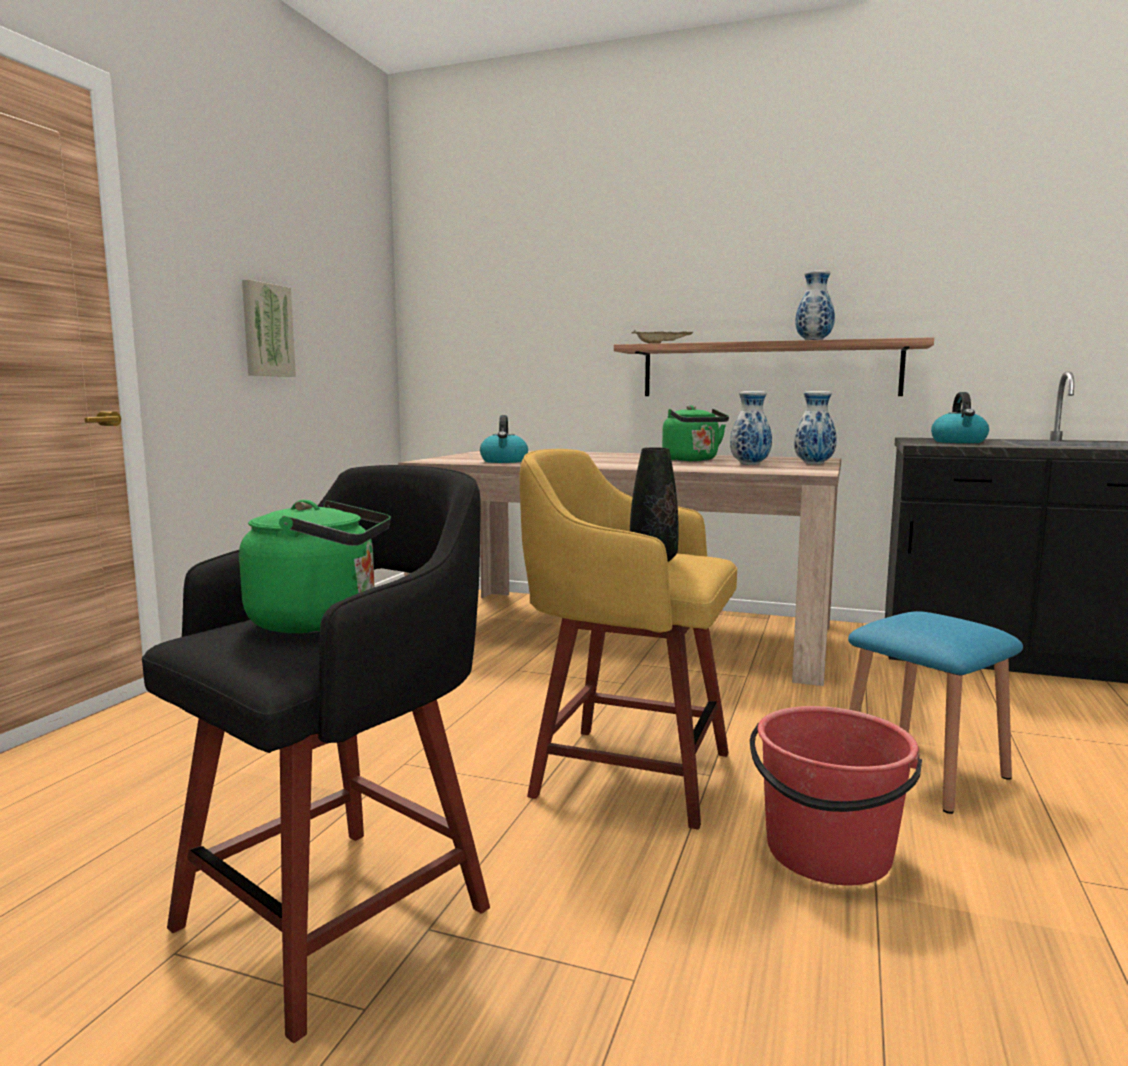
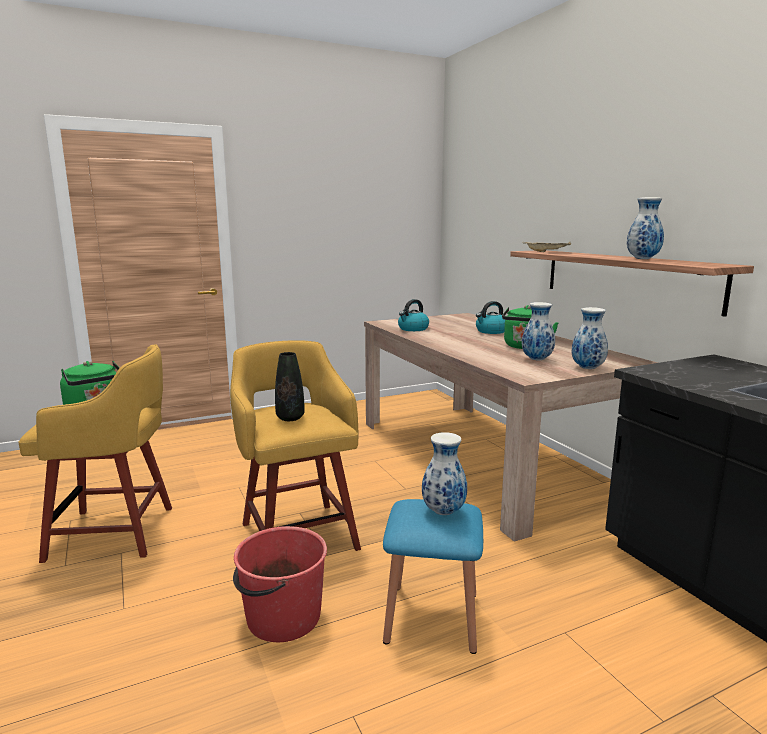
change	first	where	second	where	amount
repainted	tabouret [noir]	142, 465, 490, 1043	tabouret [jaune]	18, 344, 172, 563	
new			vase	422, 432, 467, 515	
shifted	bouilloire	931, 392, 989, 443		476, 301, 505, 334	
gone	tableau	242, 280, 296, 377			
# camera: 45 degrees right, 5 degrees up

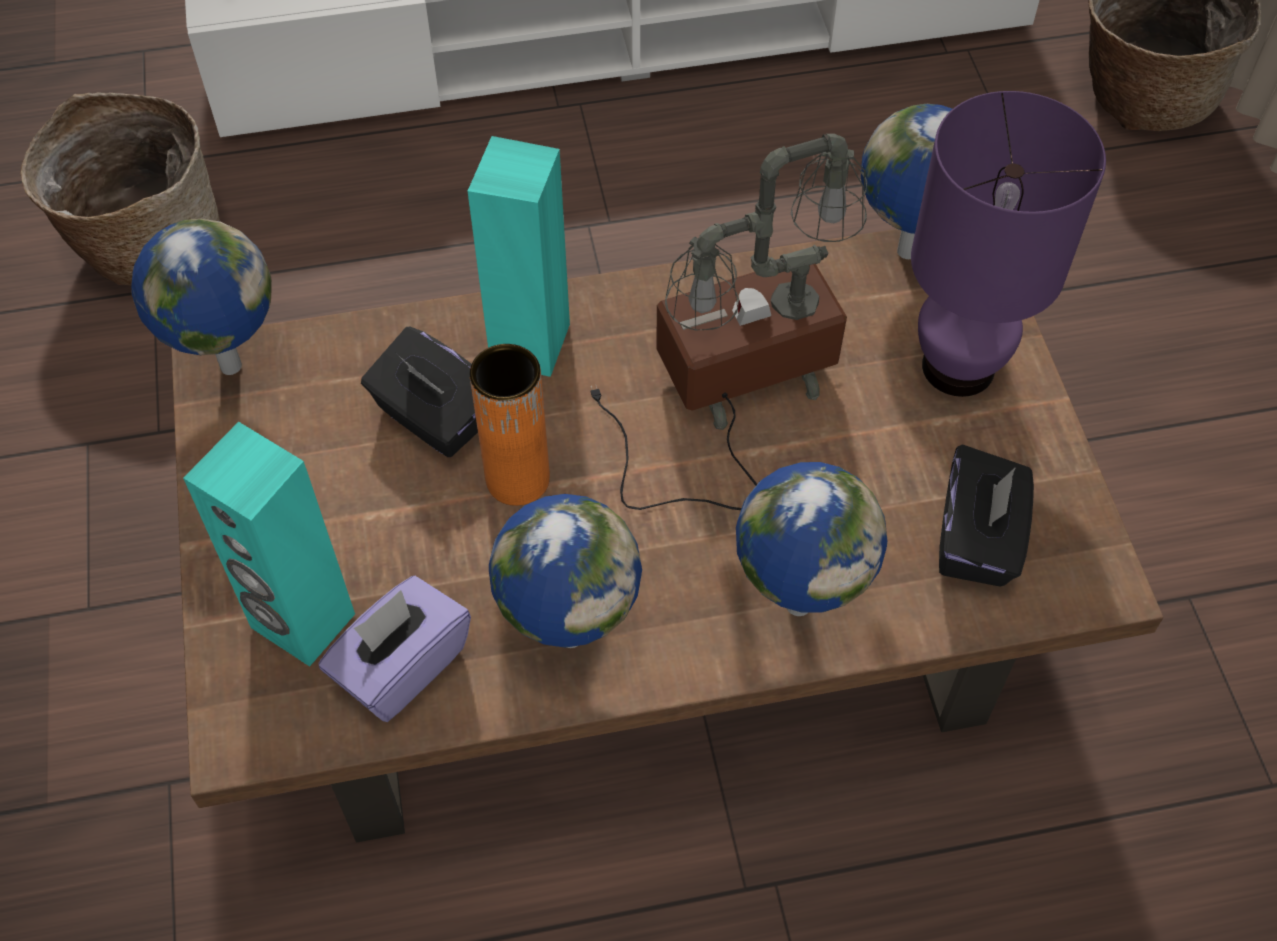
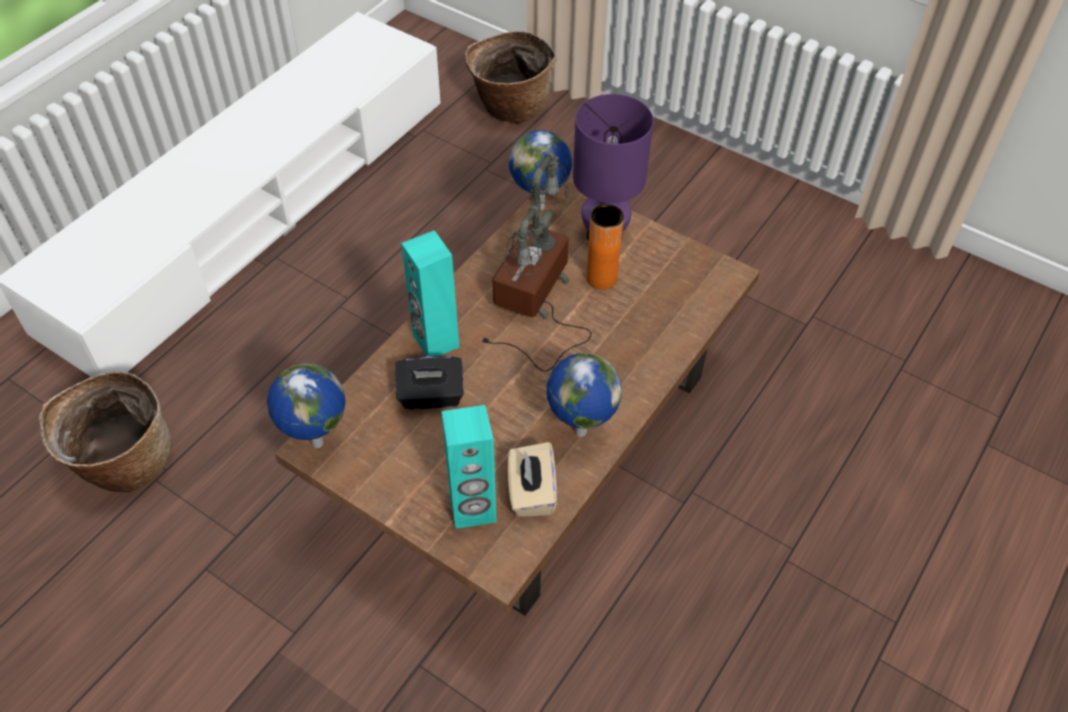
change	first	where	second	where	amount
repainted	boîte à mouchoirs [violet]	319, 576, 471, 722	boîte à mouchoirs [beige]	508, 442, 557, 517	
shifted	vase [orange]	469, 344, 550, 506		586, 204, 624, 289	
gone	globe	736, 462, 887, 616			
gone	boîte à mouchoirs [noir]	939, 444, 1034, 587			
# camera: 45 degrees left, 5 degrees down

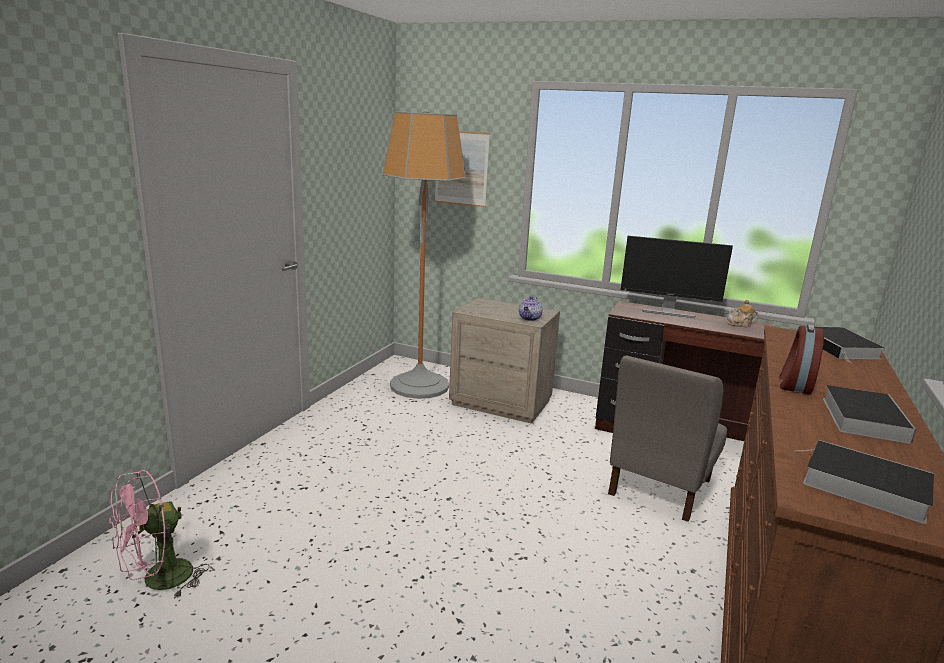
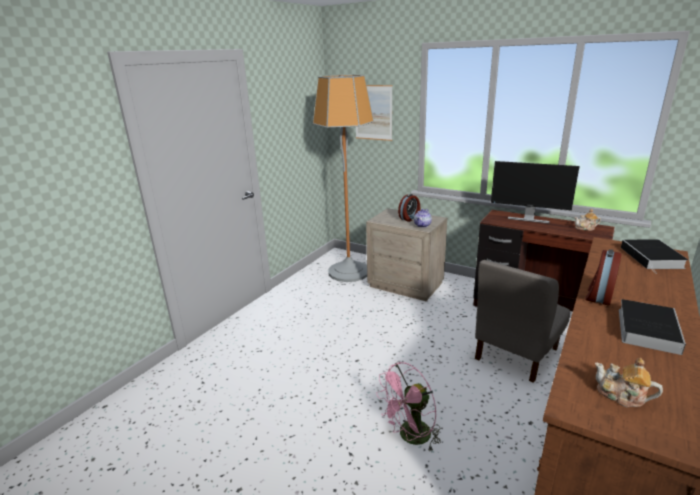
change	first	where	second	where	amount
shifted	ventilateur [rose]	109, 470, 210, 599		376, 362, 441, 451	
new			réveil	398, 194, 421, 222	
swapped	livre	794, 440, 934, 524	théière	595, 358, 663, 408	
# camera: 10 degrees right, 5 degrees up

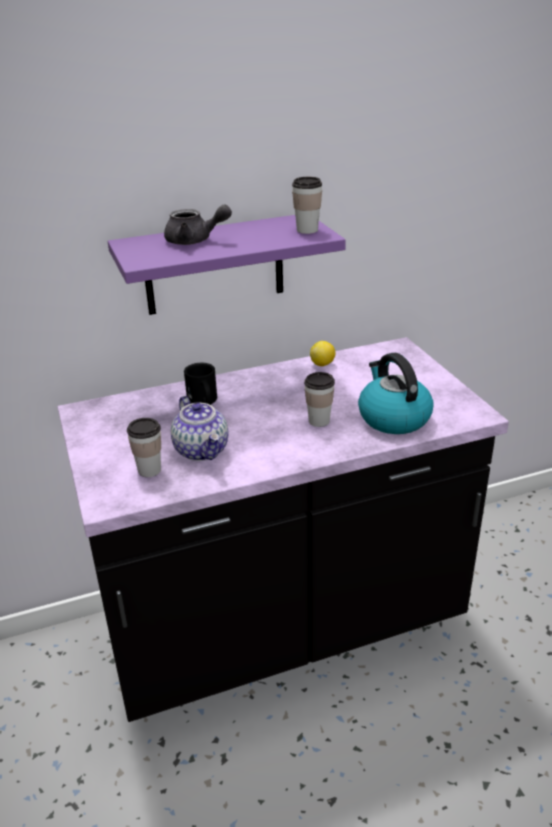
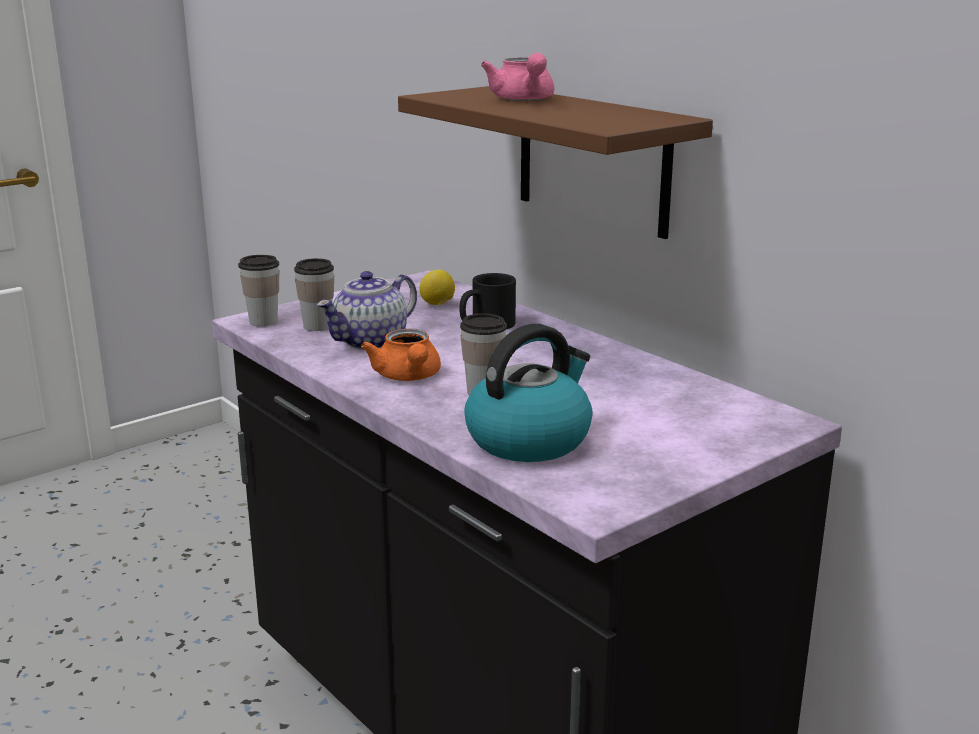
change	first	where	second	where	amount
shifted	tasse	292, 177, 322, 234		238, 255, 279, 327	
new			théière [orange]	361, 329, 441, 381	
repainted	étagère [violet]	108, 215, 346, 315	étagère [marron]	398, 86, 713, 239	
shifted	citron	310, 341, 335, 366		419, 270, 455, 305	
repainted	théière [gris]	164, 204, 232, 245	théière [rose]	481, 53, 554, 101	
# camera: 70 degrees right, 10 degrees down

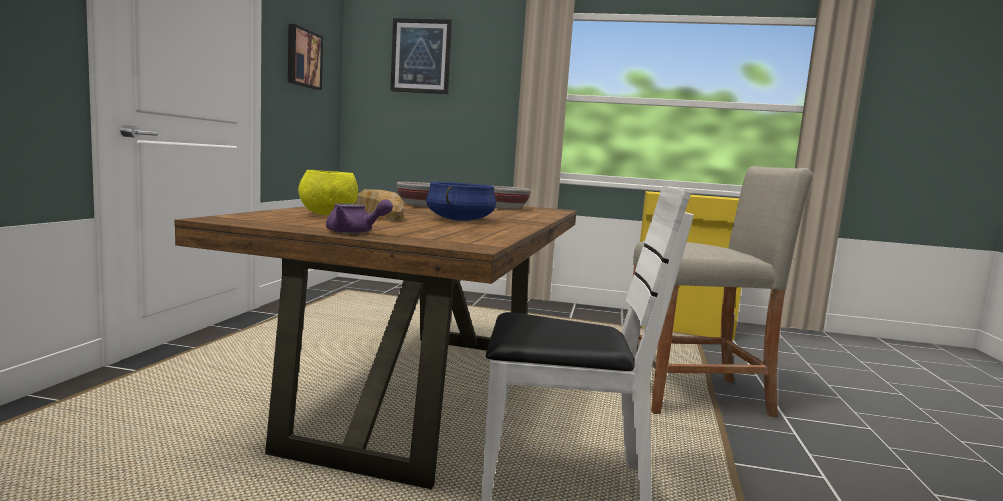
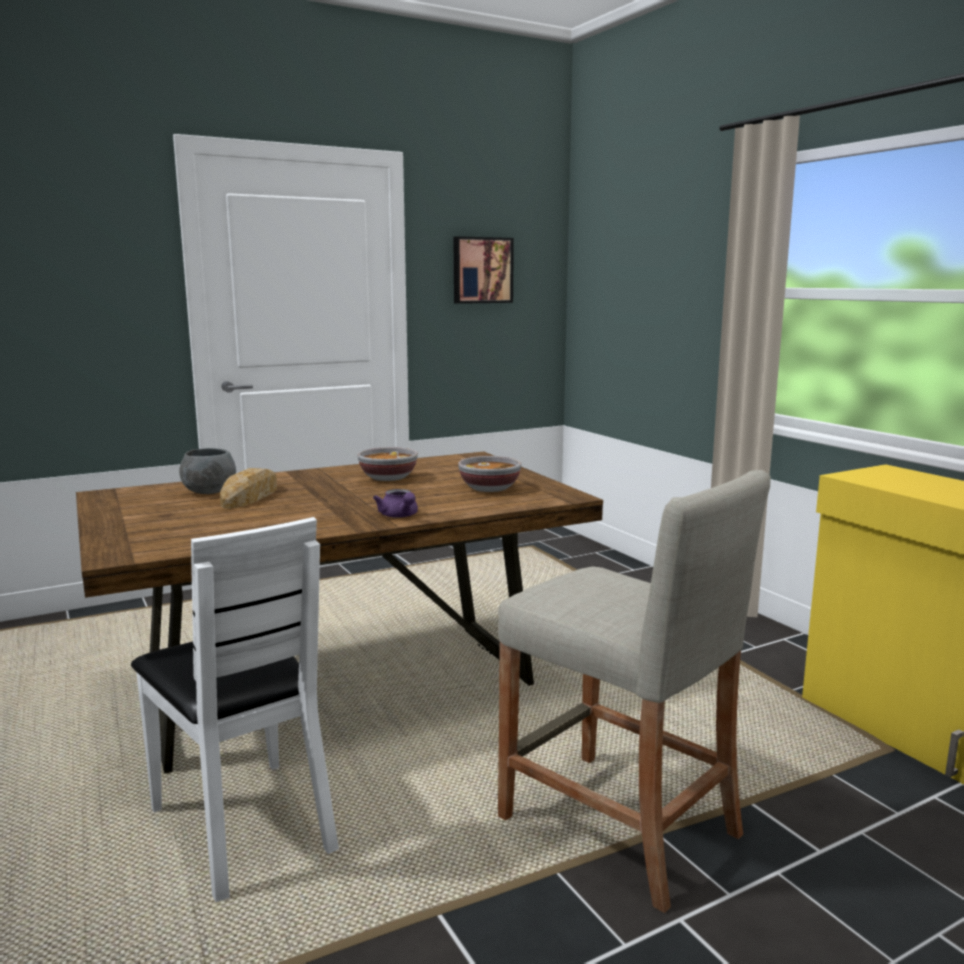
change	first	where	second	where	amount
repainted	bol [jaune]	298, 170, 358, 215	bol [gris]	179, 448, 236, 494	
shifted	théière [violet]	326, 199, 393, 234		373, 489, 418, 518	
gone	tableau	390, 18, 452, 94			
gone	marmite [bleu]	426, 182, 496, 221			
# camera: 50 degrees right, 5 degrees up

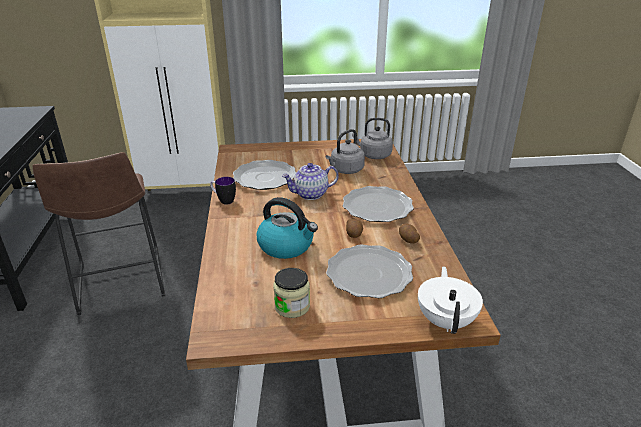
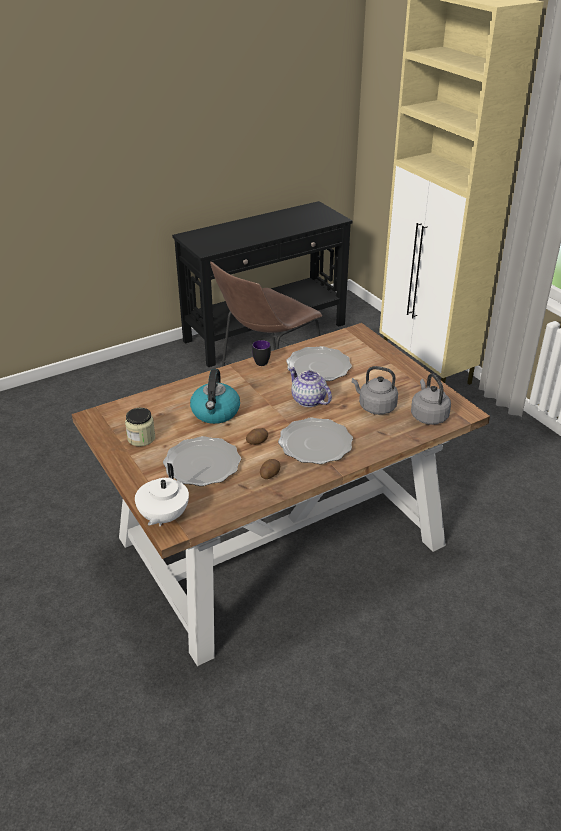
change	first	where	second	where	amount
rotated	théière [blanc]	418, 266, 483, 334		135, 463, 189, 527	120 degrees clockwise
# camera: 65 degrees right, 5 degrees up

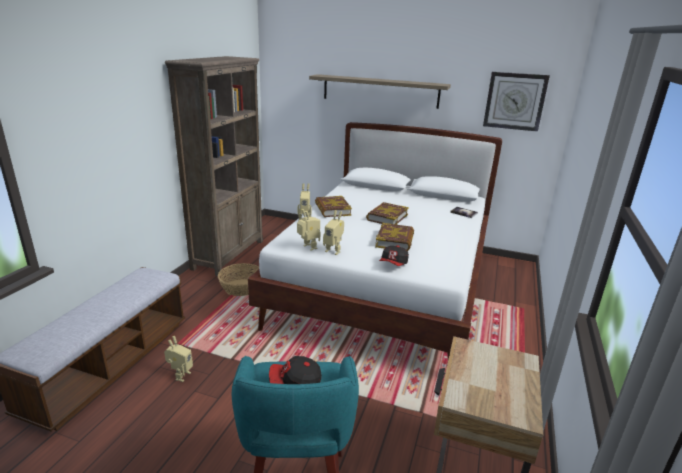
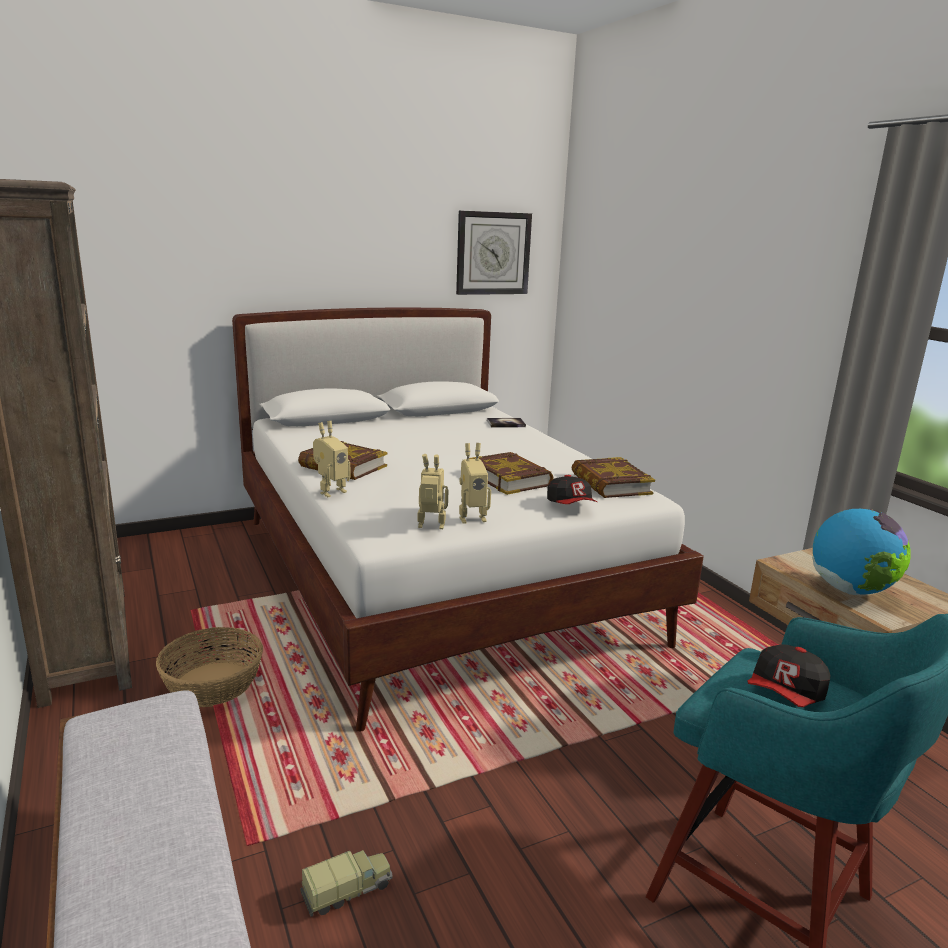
change	first	where	second	where	amount
swapped	robot jouet	164, 336, 193, 382	camion jouet	300, 850, 393, 917	
shifted	livre	366, 202, 409, 225		571, 457, 655, 498	
new			globe	812, 509, 911, 595	
gone	étagère	309, 74, 451, 109			
# camera: 45 degrees left, 5 degrees down

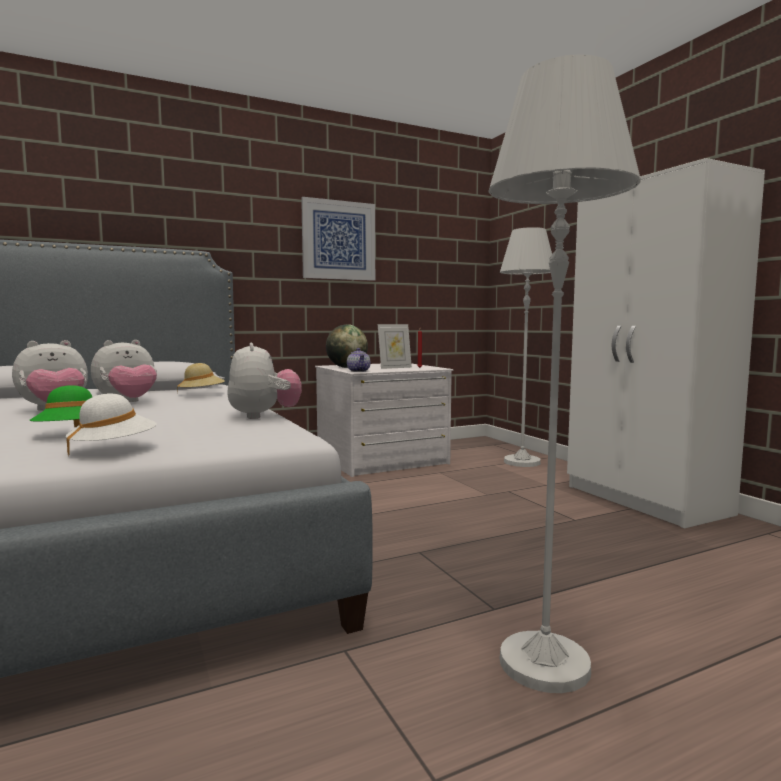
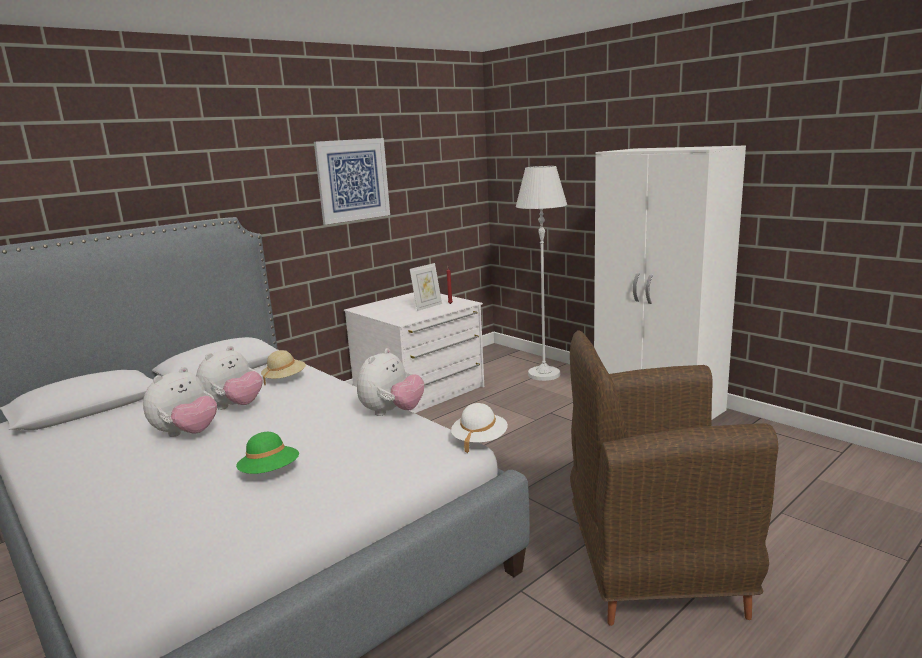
change	first	where	second	where	amount
rotated	peluche	227, 342, 302, 419		357, 348, 424, 416	60 degrees clockwise
shifted	chapeau [blanc]	66, 393, 157, 456		451, 403, 508, 453	
swapped	lampadaire [blanc]	488, 54, 641, 693	fauteuil [marron]	570, 330, 778, 626	
gone	globe	326, 324, 368, 368			
gone	théière	347, 348, 370, 372			
# camera: 15 degrees left, 10 degrees up

